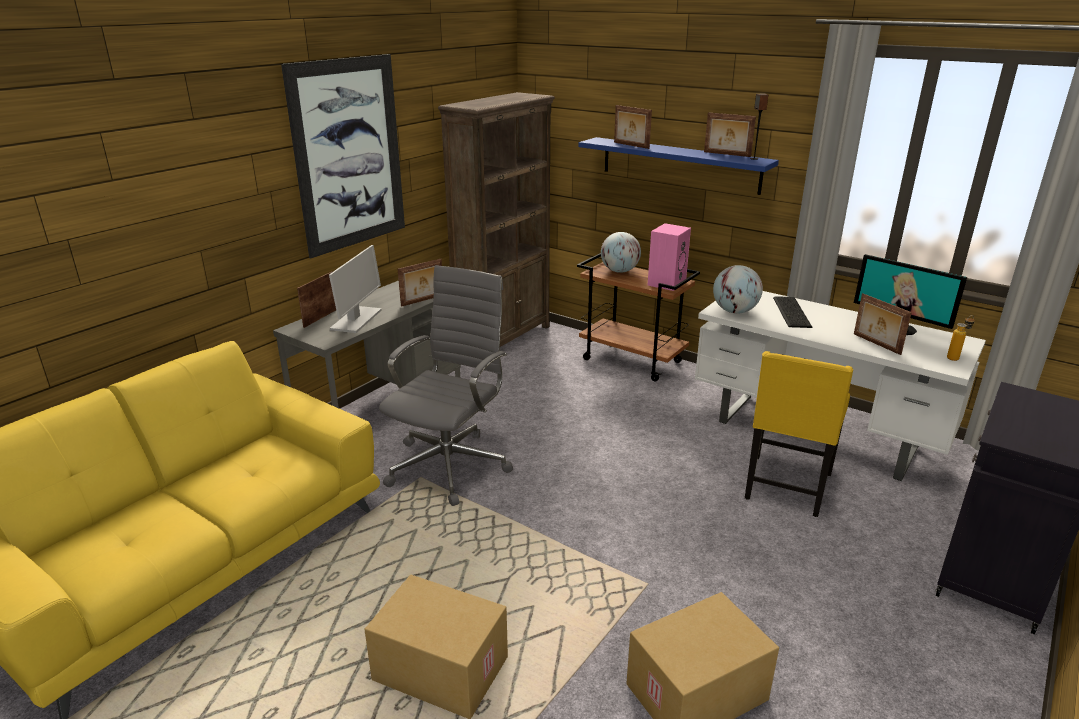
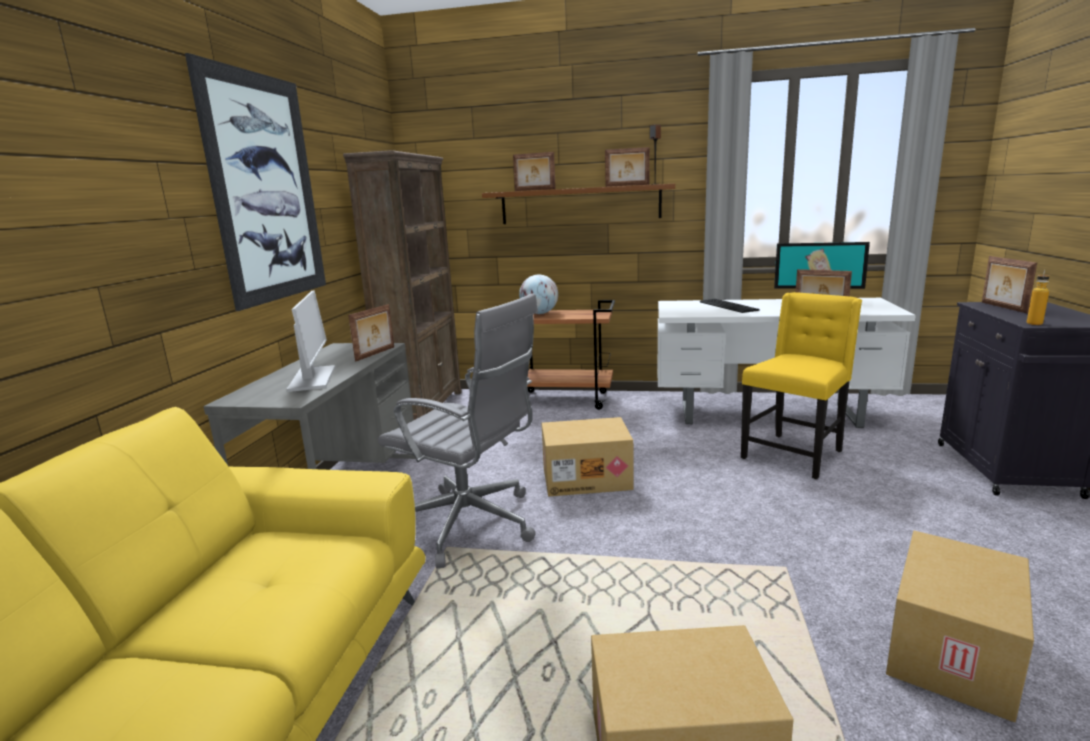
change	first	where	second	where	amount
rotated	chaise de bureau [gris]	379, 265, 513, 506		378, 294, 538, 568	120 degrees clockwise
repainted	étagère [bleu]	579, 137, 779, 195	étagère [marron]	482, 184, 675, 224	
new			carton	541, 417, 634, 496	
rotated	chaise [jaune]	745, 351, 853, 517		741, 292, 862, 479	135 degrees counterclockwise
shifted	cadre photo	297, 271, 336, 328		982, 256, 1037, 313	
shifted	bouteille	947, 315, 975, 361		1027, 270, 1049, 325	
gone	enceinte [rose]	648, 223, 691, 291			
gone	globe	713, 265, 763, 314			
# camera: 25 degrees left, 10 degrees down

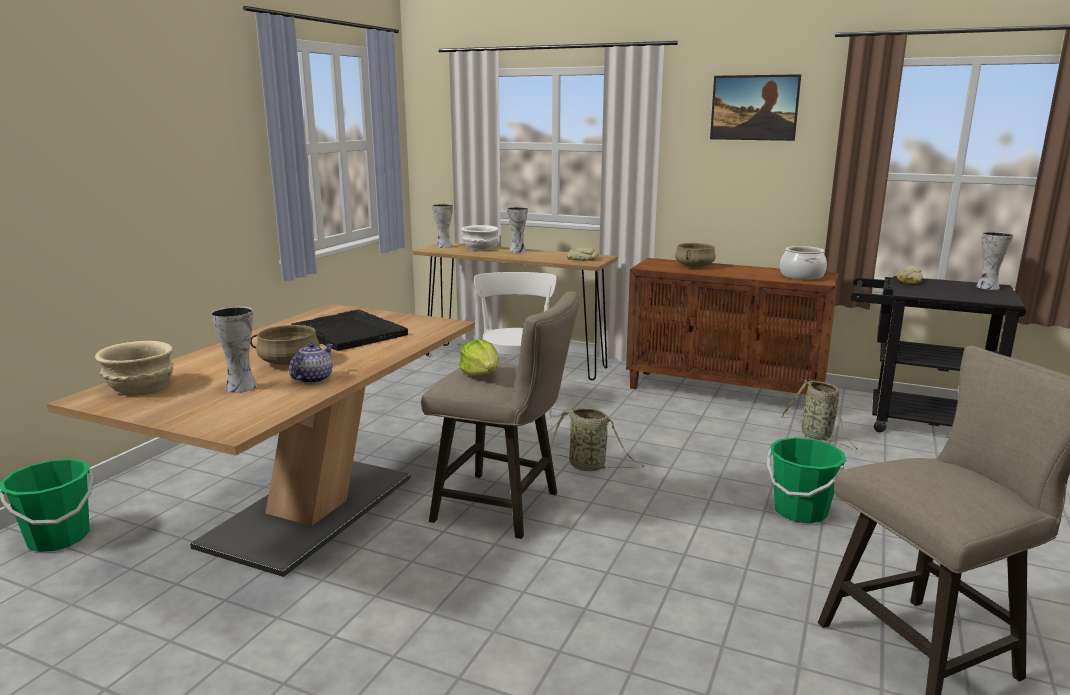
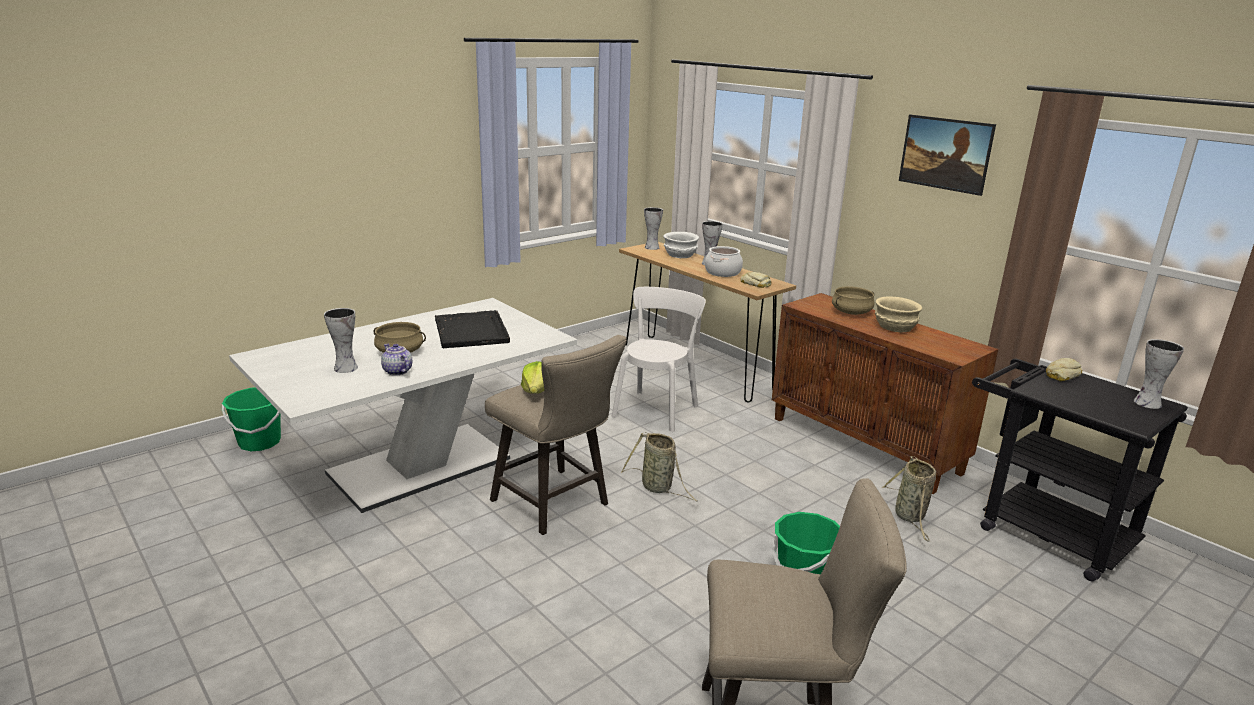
change	first	where	second	where	amount
repainted	table à manger [marron]	47, 304, 475, 577	table à manger [blanc]	229, 298, 577, 513	
rotated	théière	289, 343, 333, 383		381, 344, 412, 376	90 degrees counterclockwise
shifted	marmite	780, 246, 827, 280		705, 246, 743, 277	
shifted	bol [beige]	95, 341, 173, 394		875, 297, 922, 332	
# camera: 25 degrees right, 5 degrees up

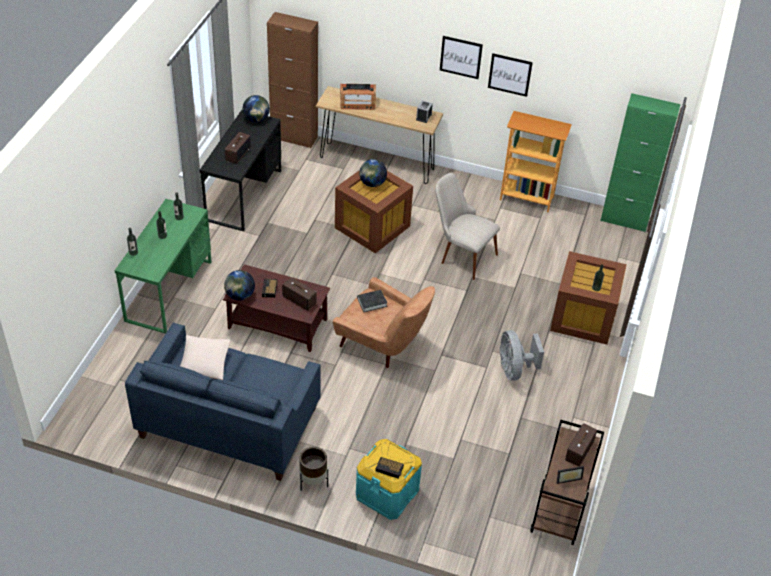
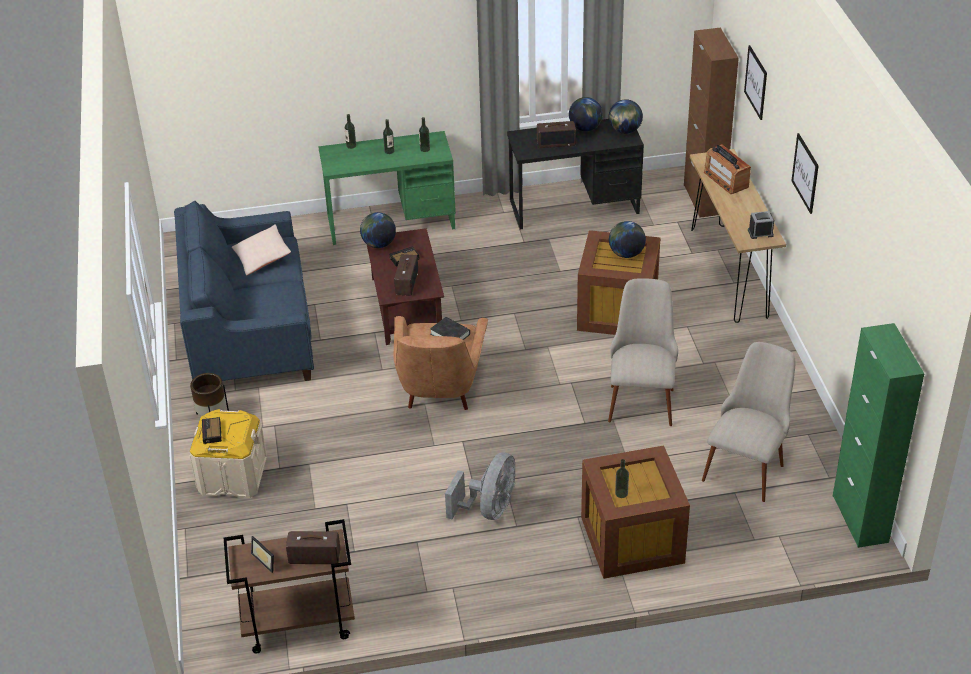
change	first	where	second	where	amount
repainted	boîte de rangement [turquoise]	356, 439, 422, 520	boîte de rangement [beige]	190, 409, 267, 498	
rotated	ventilateur [gris]	499, 330, 544, 381		445, 452, 515, 520	150 degrees clockwise
new			globe	569, 97, 603, 131	
new			chaise [beige]	702, 342, 795, 502	
shifted	tableau	488, 53, 533, 97		744, 45, 767, 120	
gone	bibliothèque	500, 111, 572, 212			
# camera: 65 degrees right, 5 degrees down

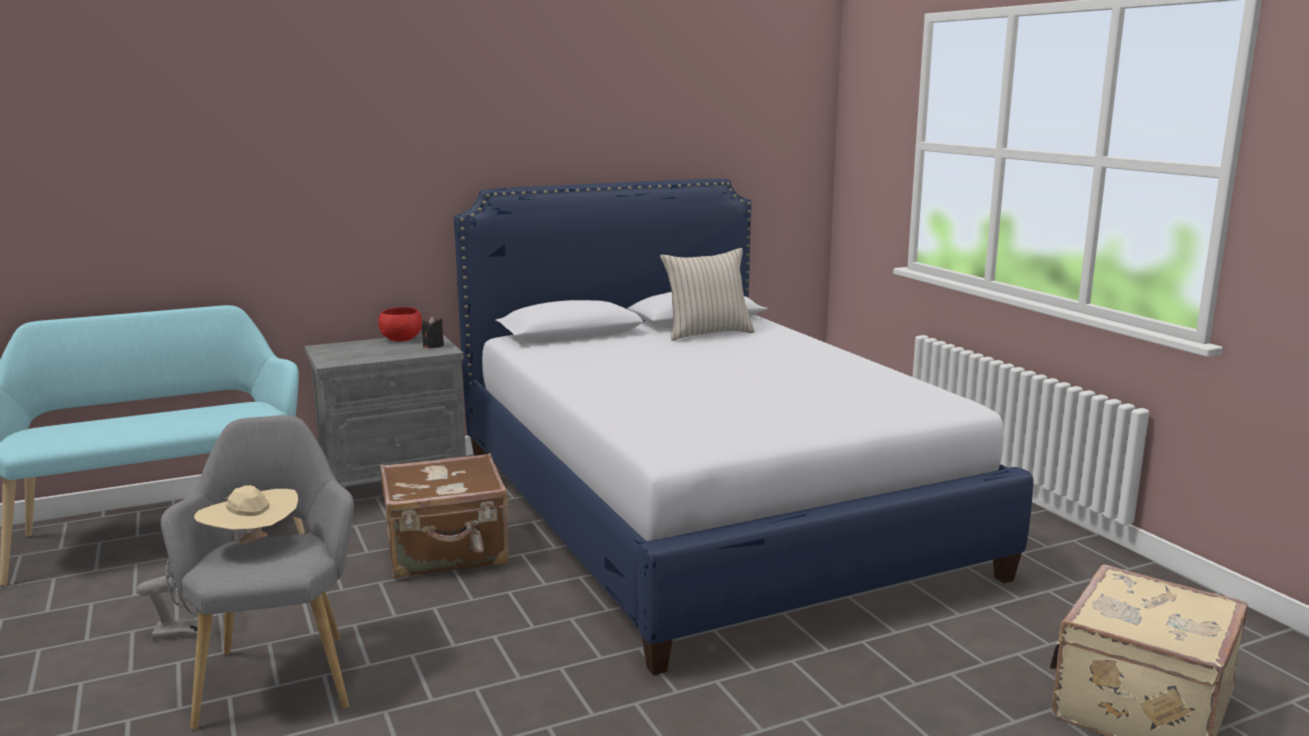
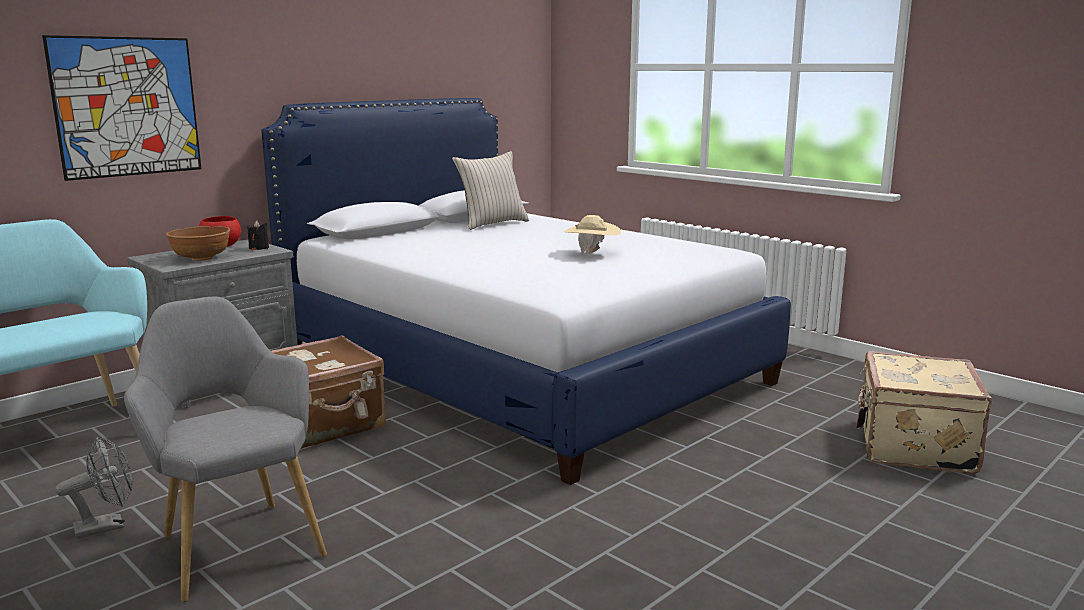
change	first	where	second	where	amount
new			tableau	42, 35, 202, 181	
new			bol [marron]	166, 226, 230, 261	
shifted	chapeau [beige]	194, 485, 298, 545		563, 215, 621, 255	
# camera: 20 degrees left, 0 degrees up

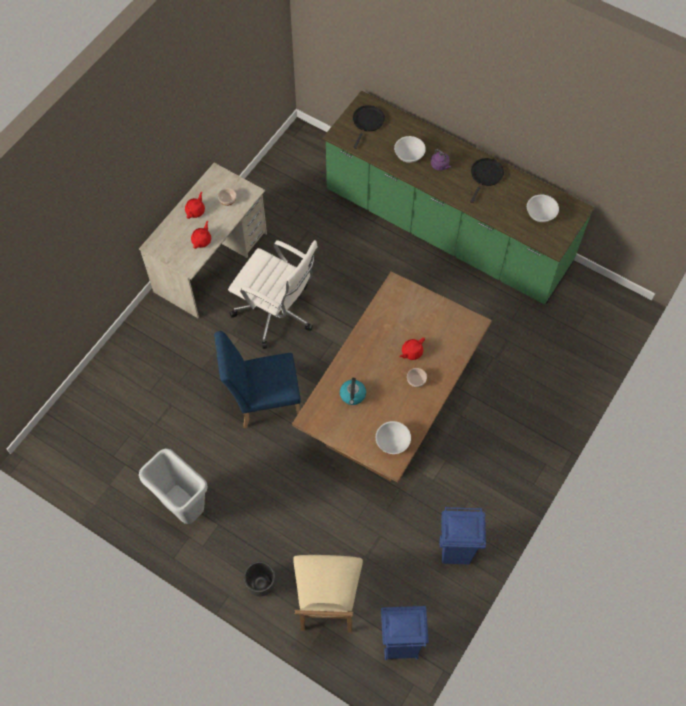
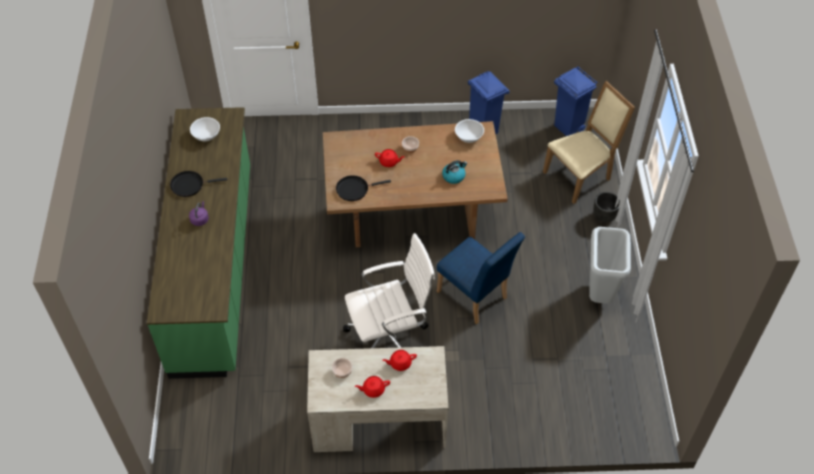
change	first	where	second	where	amount
shifted	poêle [noir]	353, 105, 385, 149		336, 175, 391, 201	
rotated	chaise de bureau [blanc]	228, 240, 318, 349		343, 233, 435, 348	75 degrees clockwise
gone	bol [blanc]	394, 136, 426, 163			
# camera: 125 degrees left, 10 degrees down

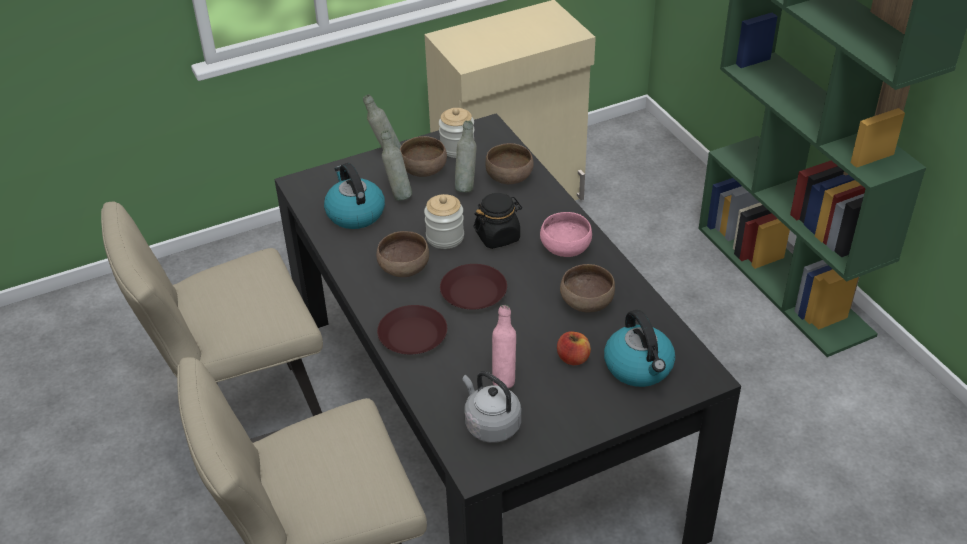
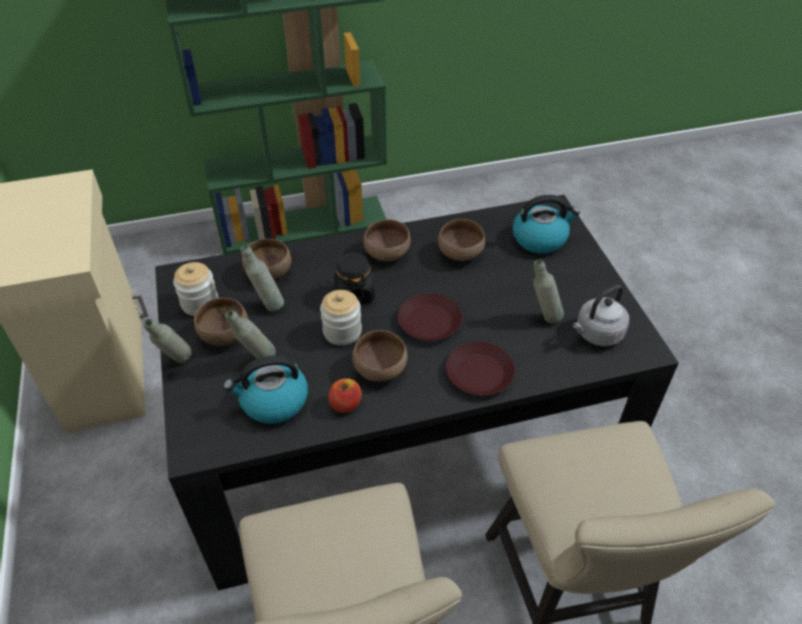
change	first	where	second	where	amount
shifted	pomme	557, 331, 591, 365		328, 378, 362, 413	
repainted	bol [rose]	540, 212, 592, 257	bol [marron]	363, 219, 411, 261	
repainted	bouteille [rose]	492, 305, 516, 388	bouteille [gris]	533, 259, 564, 324	
# camera: 80 degrees left, 5 degrees up

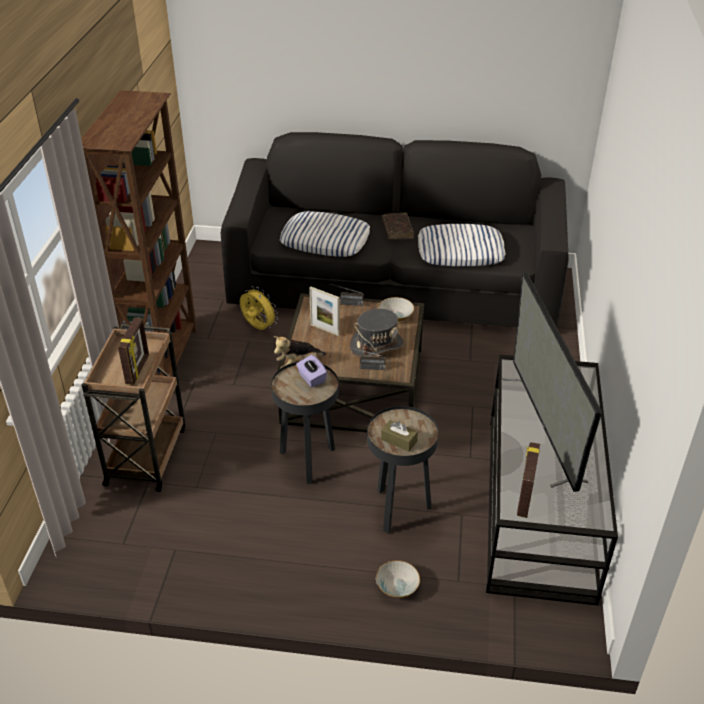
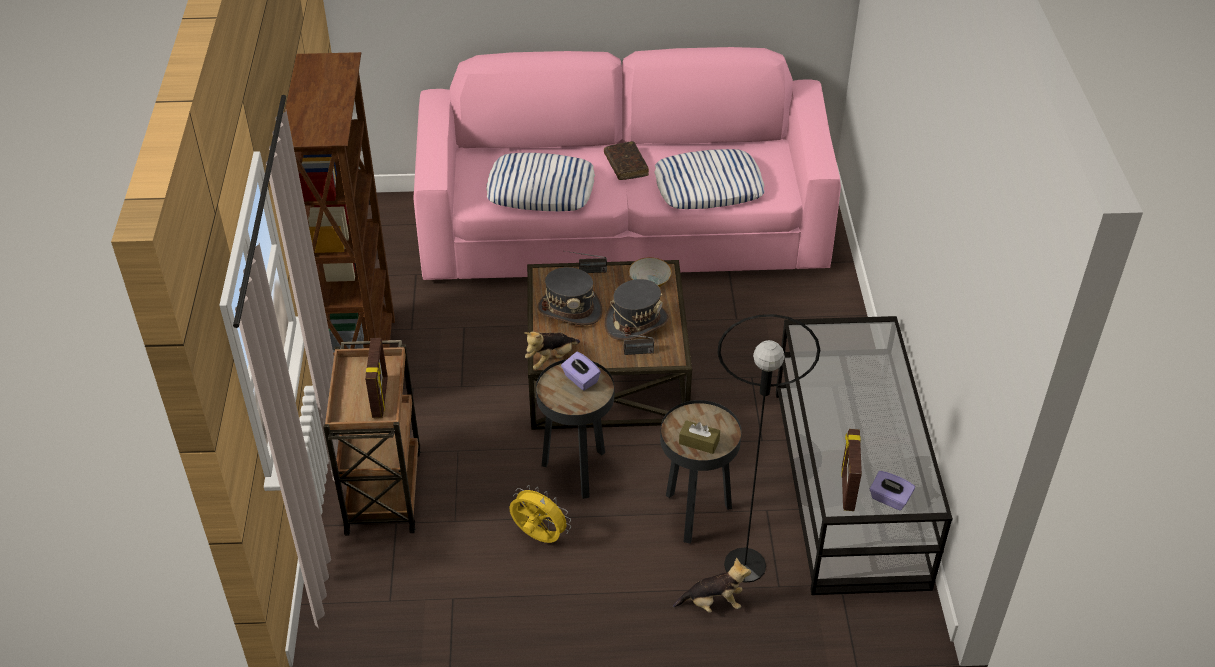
change	first	where	second	where	amount
repainted	canapé [noir]	221, 132, 569, 327	canapé [rose]	413, 47, 841, 280	
shifted	ventilateur [jaune]	240, 286, 278, 330		509, 485, 571, 543	
swapped	cadre photo	309, 286, 340, 336	chapeau [gris]	537, 267, 603, 325	
swapped	bol	376, 560, 420, 598	peluche	673, 557, 751, 613	
new			lampadaire [noir]	717, 314, 820, 583	
new			boîte à mouchoirs [violet]	870, 471, 915, 510	
gone	téléviseur	503, 273, 602, 492			
# camera: 10 degrees left, 5 degrees up

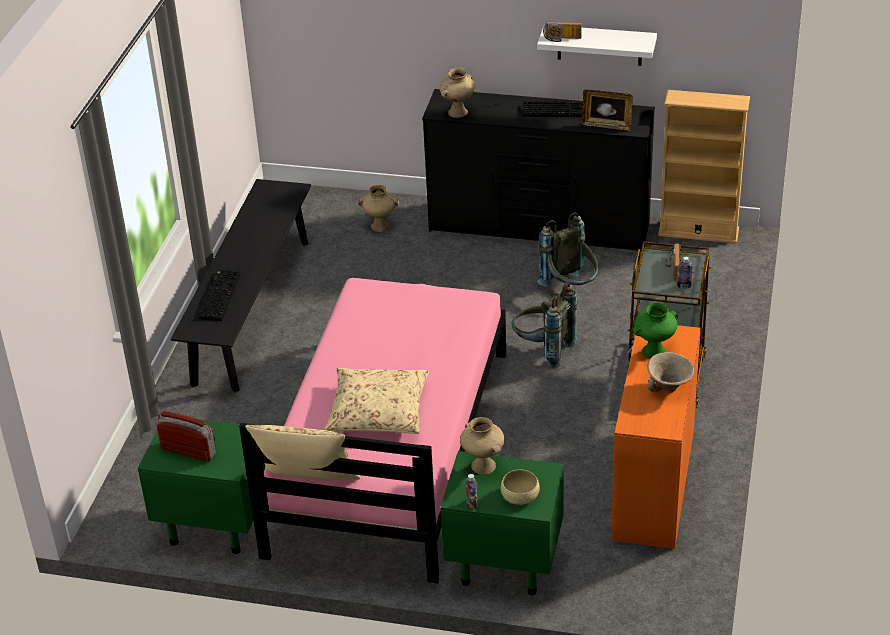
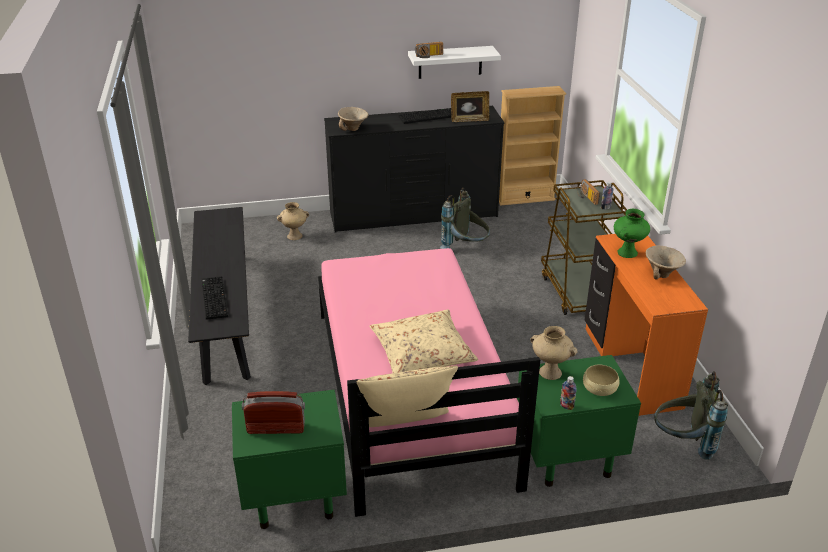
change	first	where	second	where	amount
swapped	vase [beige]	439, 68, 475, 118	bol [beige]	338, 107, 368, 131	
shifted	sac à dos [gris]	511, 282, 577, 368		654, 371, 728, 460	
# camera: 25 degrees left, 5 degrees down

